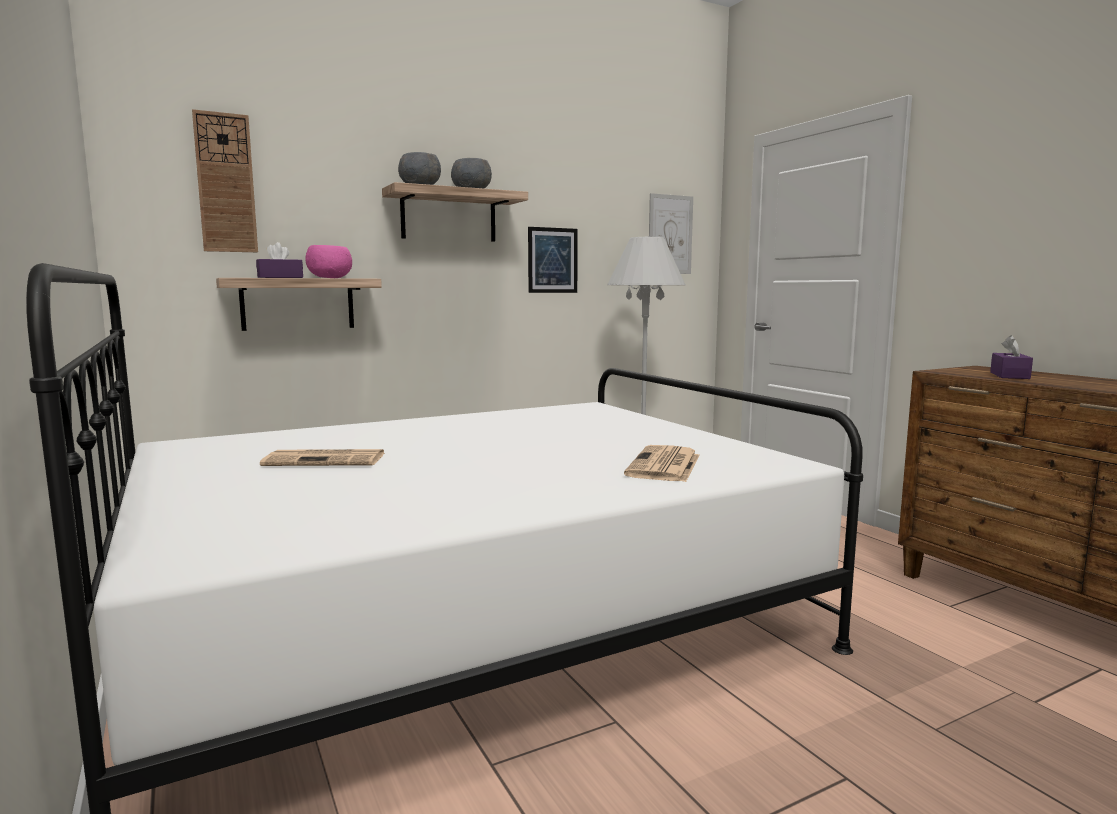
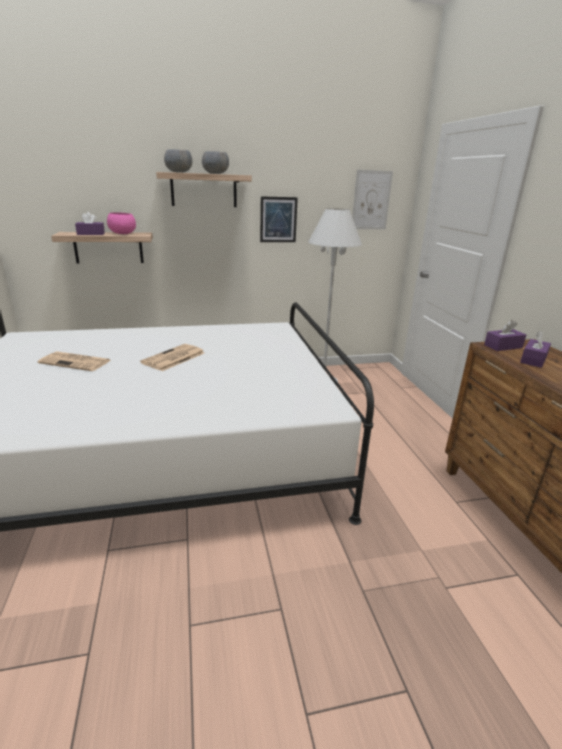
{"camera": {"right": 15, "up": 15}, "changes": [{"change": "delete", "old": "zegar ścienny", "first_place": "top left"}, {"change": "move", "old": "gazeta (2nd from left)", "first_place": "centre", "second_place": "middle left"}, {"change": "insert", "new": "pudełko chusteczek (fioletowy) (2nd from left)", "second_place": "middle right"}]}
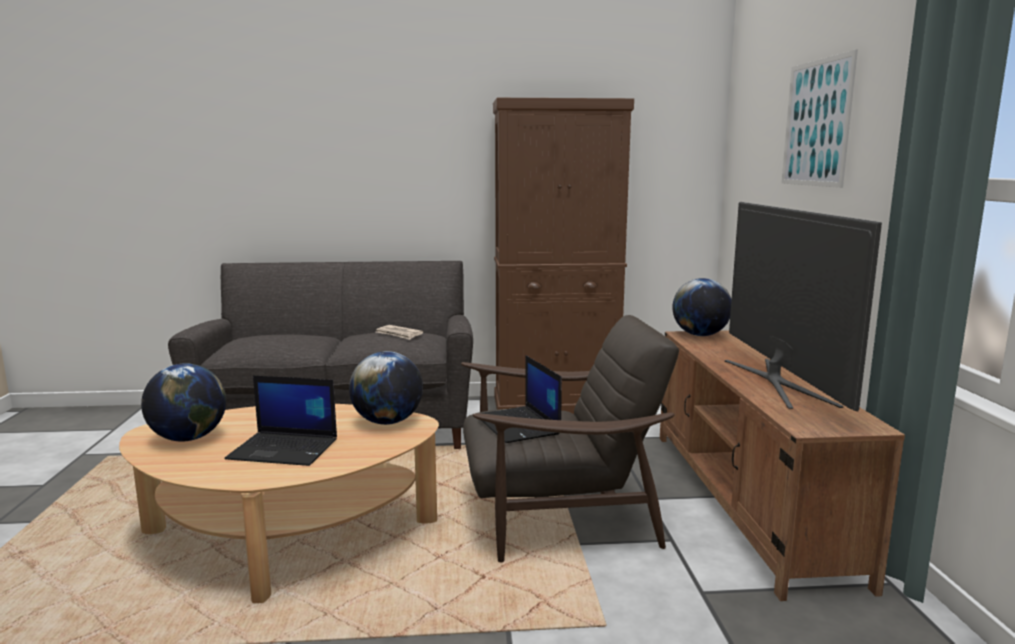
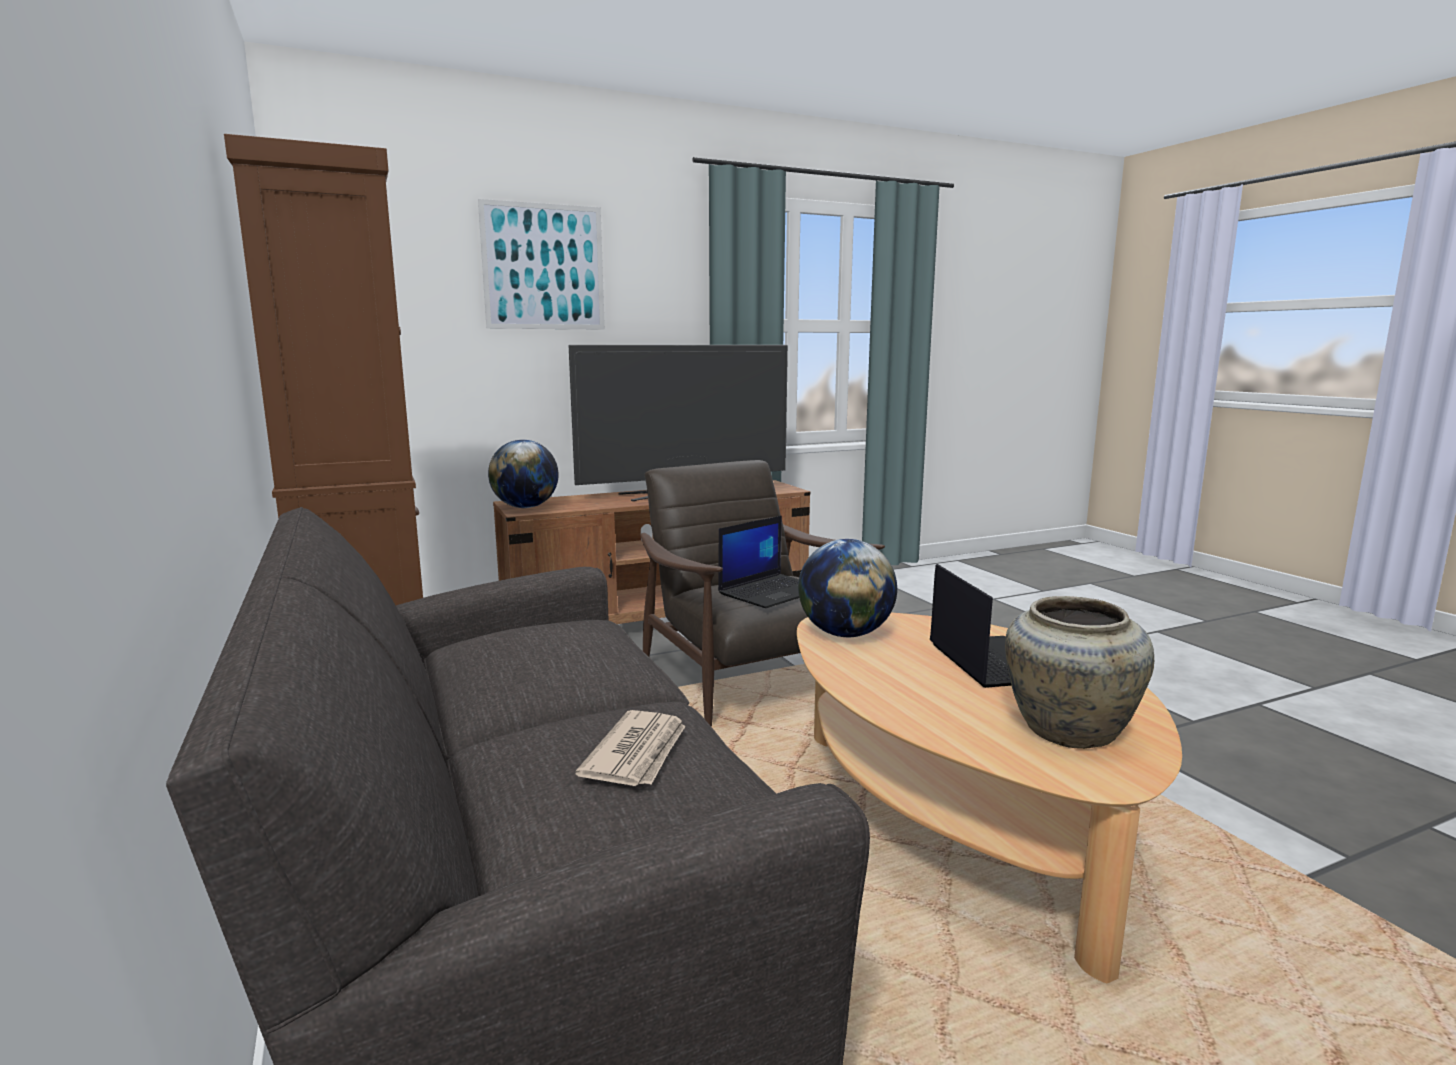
{"camera": {"right": -110, "up": 0}, "changes": [{"change": "replace", "old": "globus (1st from left)", "new": "wazon (beżowy)", "first_place": "middle left", "second_place": "middle right"}, {"change": "move", "old": "gazeta", "first_place": "centre", "second_place": "bottom centre"}]}
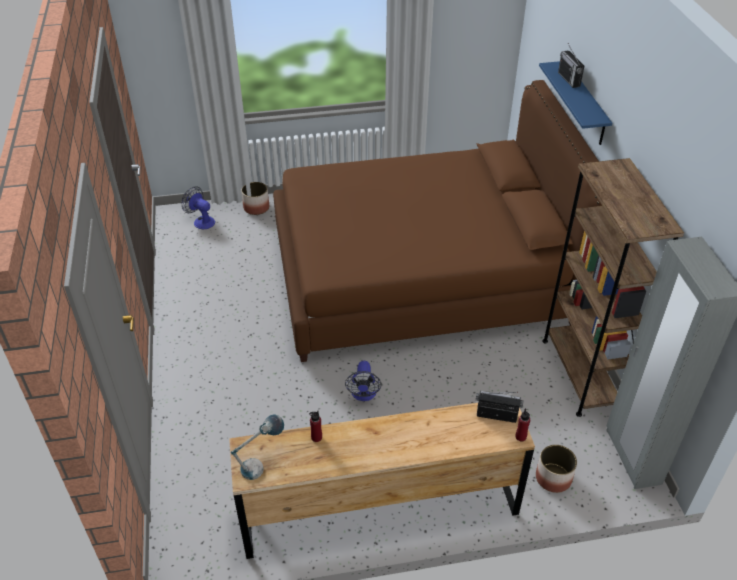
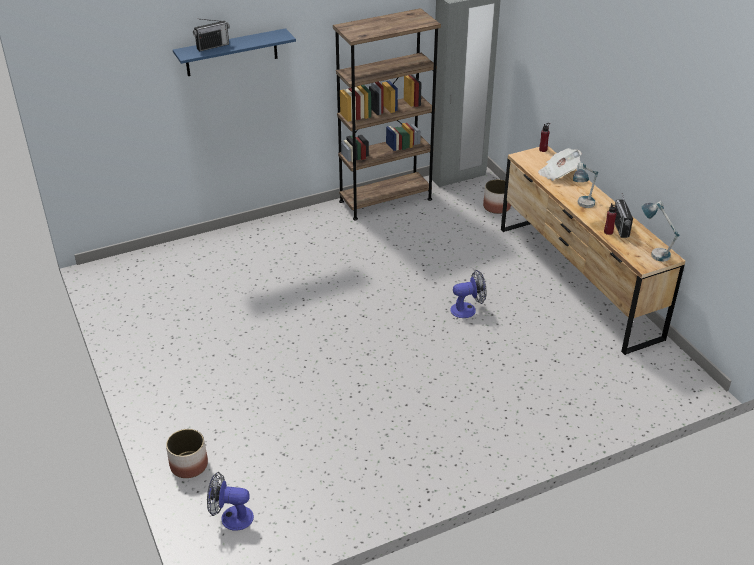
{"camera": {"right": -105, "up": -5}, "changes": [{"change": "rotate", "old": "wentylator (1st from left)", "first_place": "middle left", "second_place": "bottom left", "degrees": 75}, {"change": "delete", "old": "łóżko (brązowy)", "first_place": "centre"}, {"change": "move", "old": "radio (1st from left in the first image)", "new": "radio (2nd from left)", "first_place": "bottom right", "second_place": "middle right"}, {"change": "insert", "new": "gazeta", "second_place": "top right"}, {"change": "insert", "new": "lampa stołowa (1st from left)", "second_place": "top right"}]}
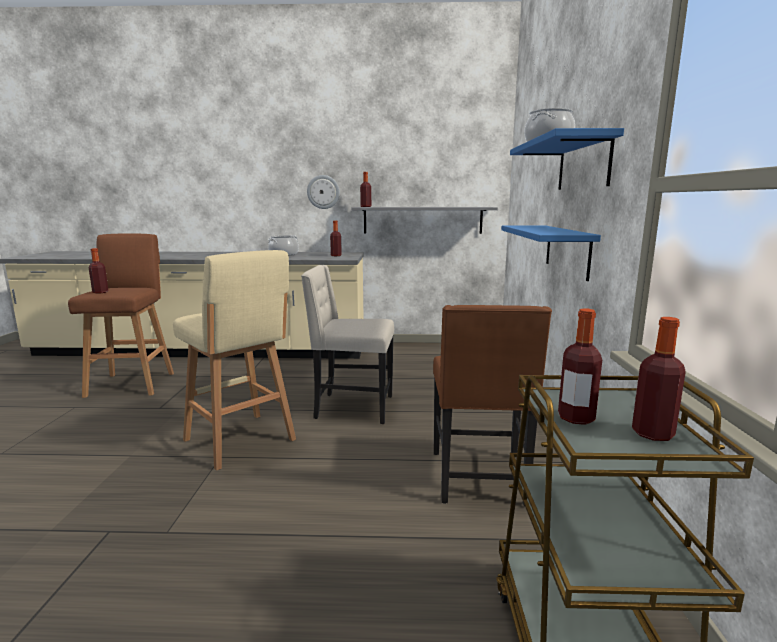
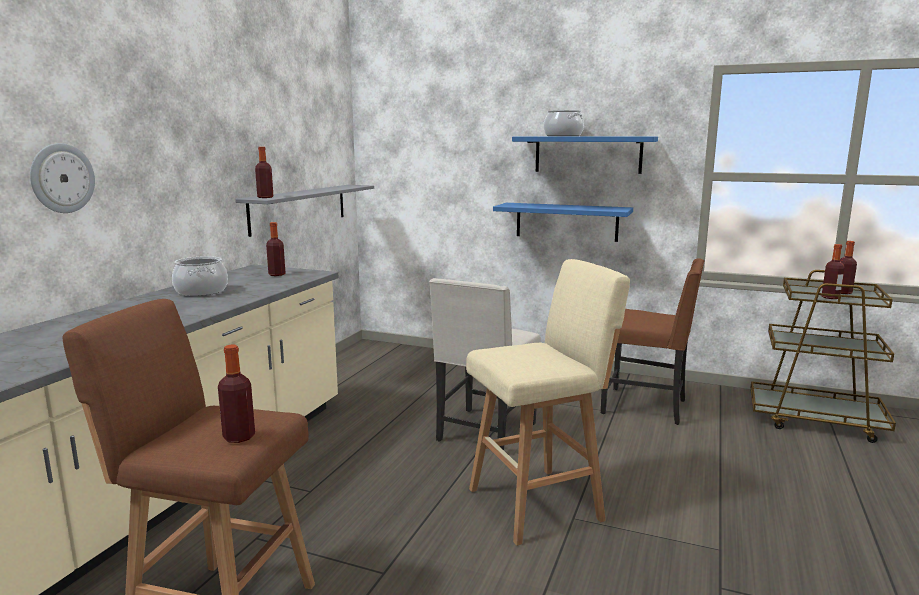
{"camera": {"right": -70, "up": 0}, "changes": [{"change": "move", "old": "zegar ścienny", "first_place": "top centre", "second_place": "top left"}]}
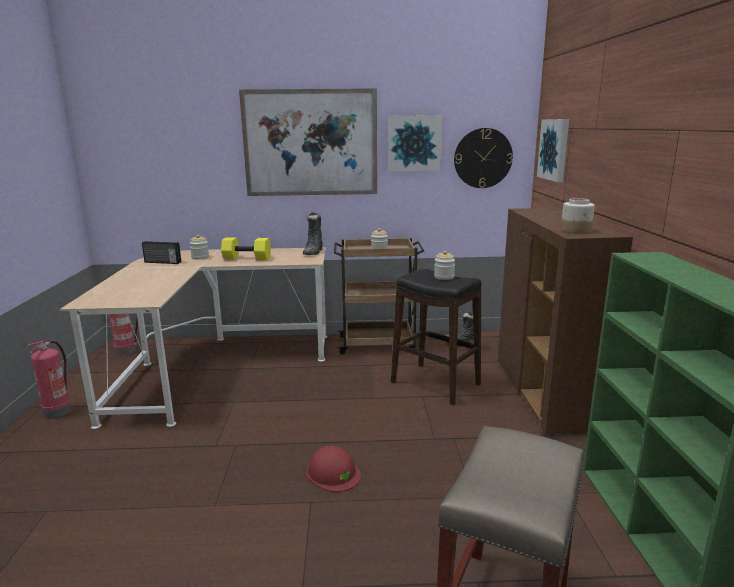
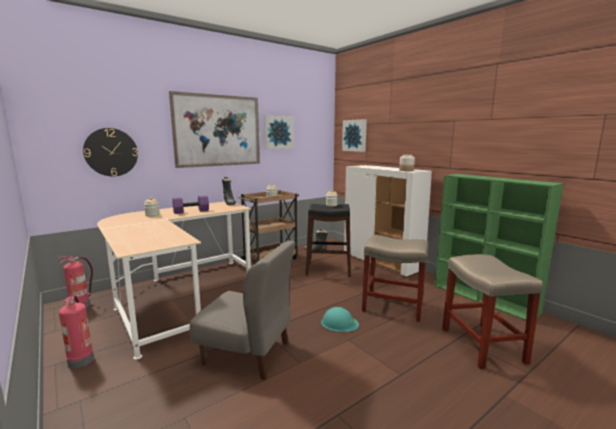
{"camera": {"right": -35, "up": -5}, "changes": [{"change": "delete", "old": "radio", "first_place": "middle left"}, {"change": "recolor", "old": "hantel (żółty)", "new": "hantel (fioletowy)", "first_place": "centre", "second_place": "middle left"}, {"change": "recolor", "old": "kask (czerwony)", "new": "kask (turkusowy)", "first_place": "bottom centre", "second_place": "bottom centre"}, {"change": "move", "old": "zegar ścienny", "first_place": "top centre", "second_place": "middle left"}, {"change": "recolor", "old": "szafka (brązowy)", "new": "szafka (biały)", "first_place": "middle right", "second_place": "centre"}, {"change": "insert", "new": "krzesło (szary)", "second_place": "bottom centre"}, {"change": "insert", "new": "stołek (beżowy) (1st from left)", "second_place": "centre"}]}
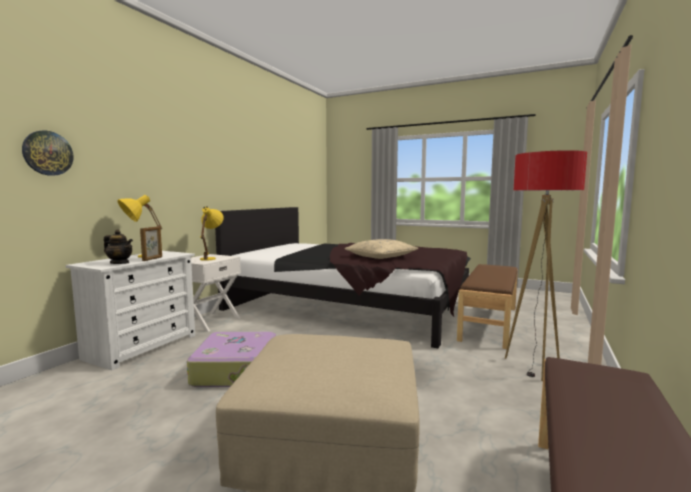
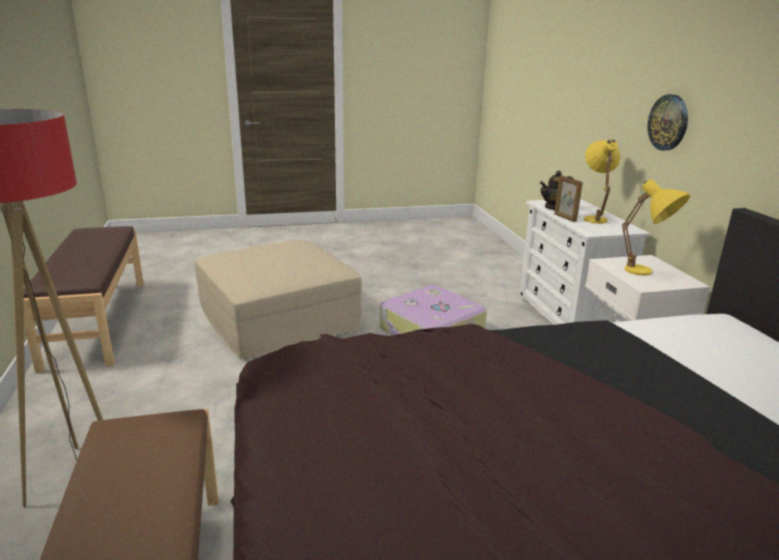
{"camera": {"right": 140, "up": 15}, "changes": [{"change": "move", "old": "zegar ścienny", "first_place": "top left", "second_place": "top right"}, {"change": "delete", "old": "poduszka (beżowy)", "first_place": "centre"}]}
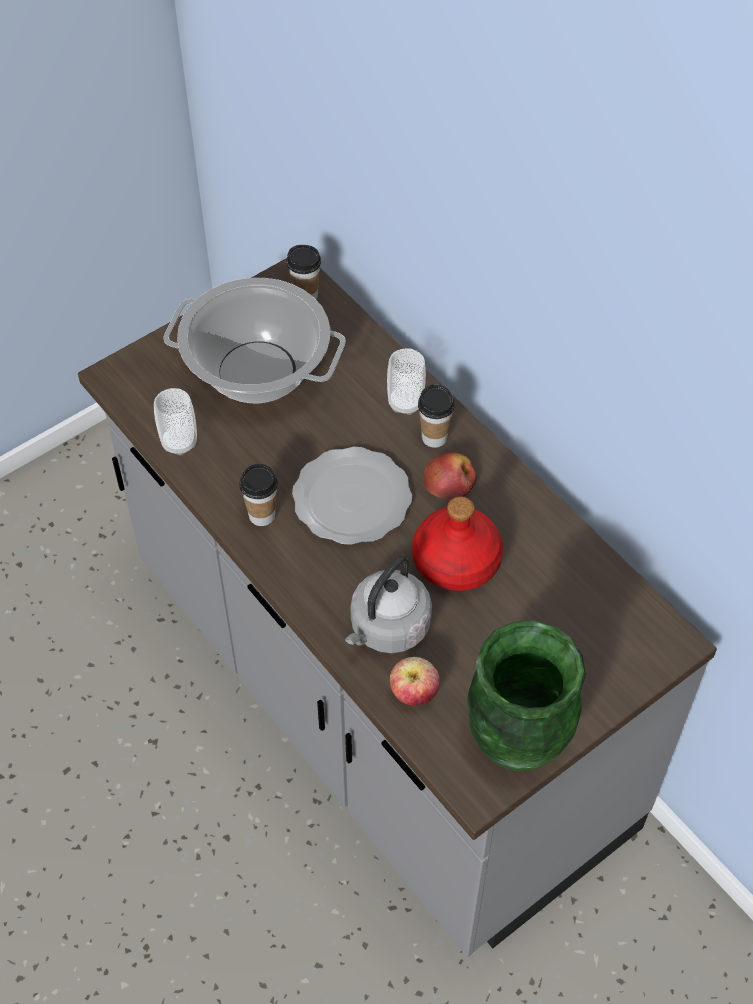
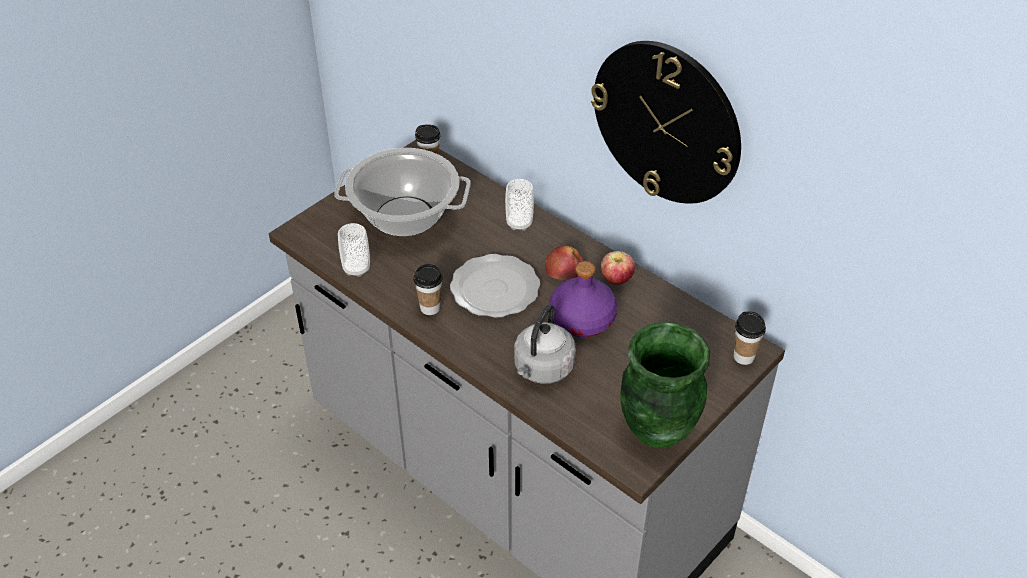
{"camera": {"right": -10, "up": -10}, "changes": [{"change": "move", "old": "jabłko (1st from left in the first image)", "new": "jabłko (2nd from left)", "first_place": "bottom centre", "second_place": "centre"}, {"change": "recolor", "old": "butelka (czerwony)", "new": "butelka (fioletowy)", "first_place": "centre", "second_place": "centre"}, {"change": "move", "old": "filiżanka (5th from left)", "first_place": "centre", "second_place": "middle right"}, {"change": "insert", "new": "zegar ścienny", "second_place": "top centre"}]}
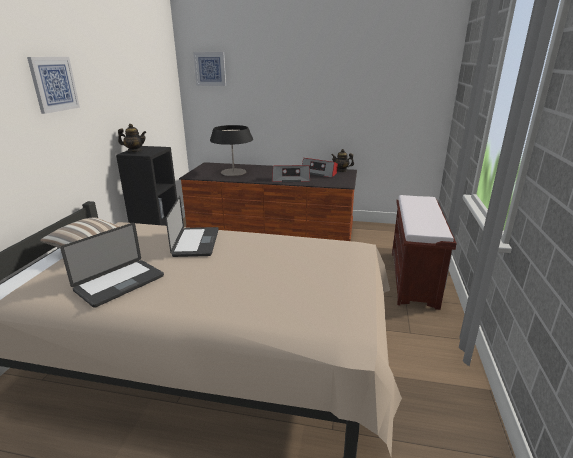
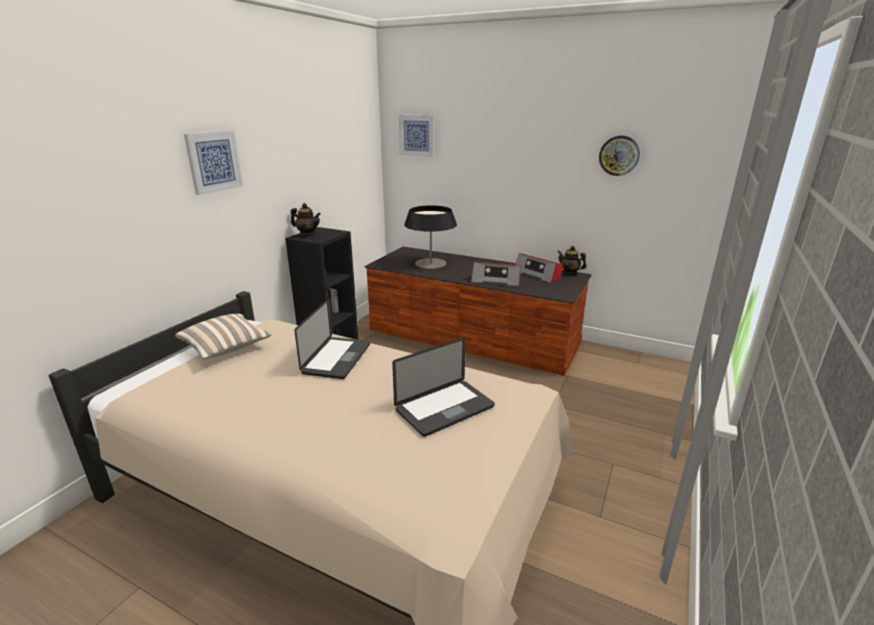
{"camera": {"right": 15, "up": 0}, "changes": [{"change": "move", "old": "laptop (1st from left in the first image)", "new": "laptop (2nd from left)", "first_place": "middle left", "second_place": "centre"}, {"change": "delete", "old": "ławka (brązowy)", "first_place": "middle right"}, {"change": "insert", "new": "zegar ścienny", "second_place": "top right"}]}
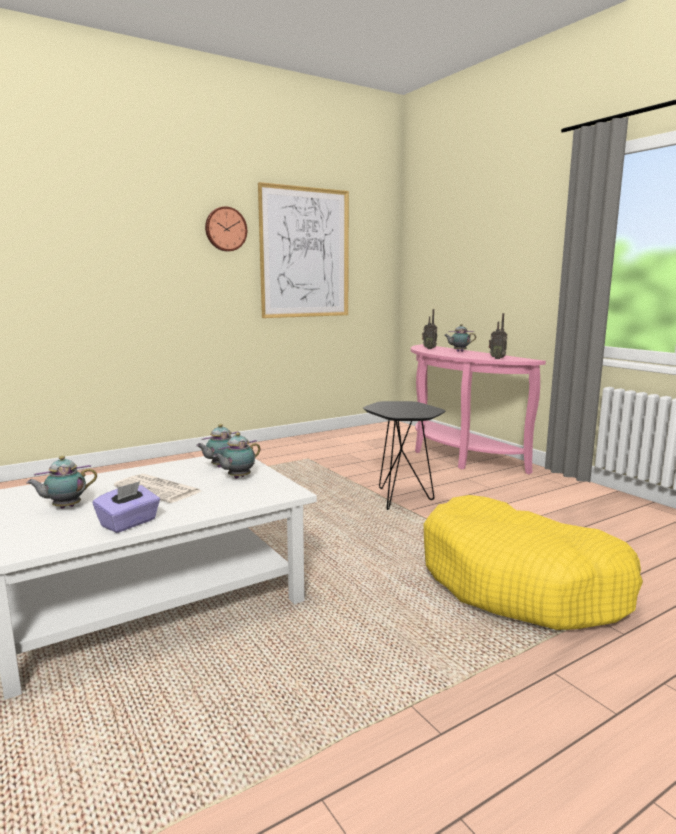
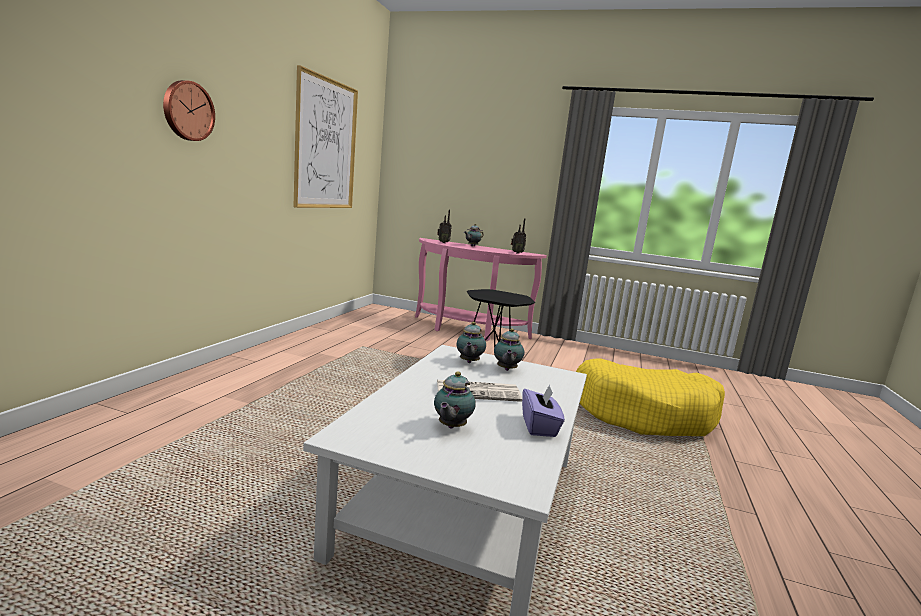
{"camera": {"right": -40, "up": 0}, "changes": [{"change": "move", "old": "zegar ścienny", "first_place": "top centre", "second_place": "top left"}]}
